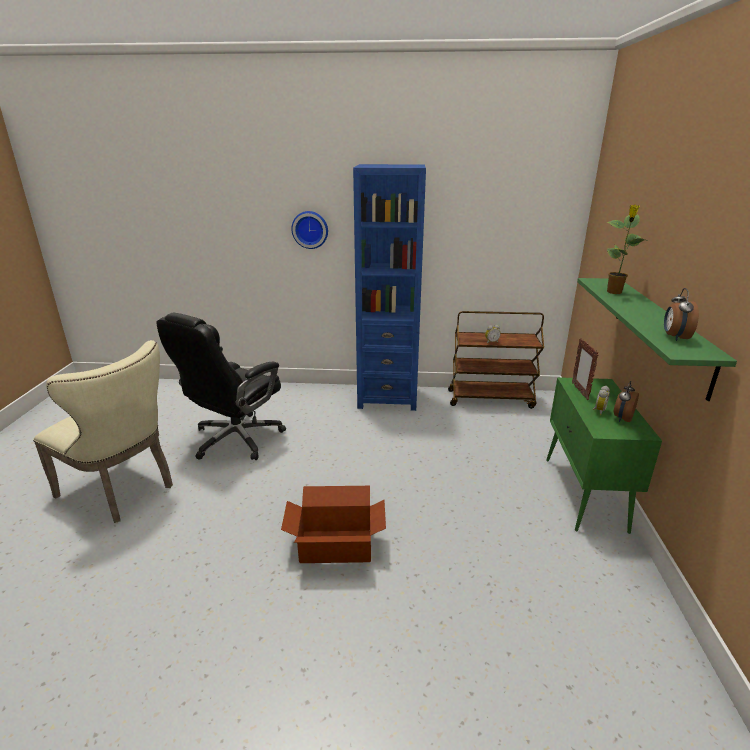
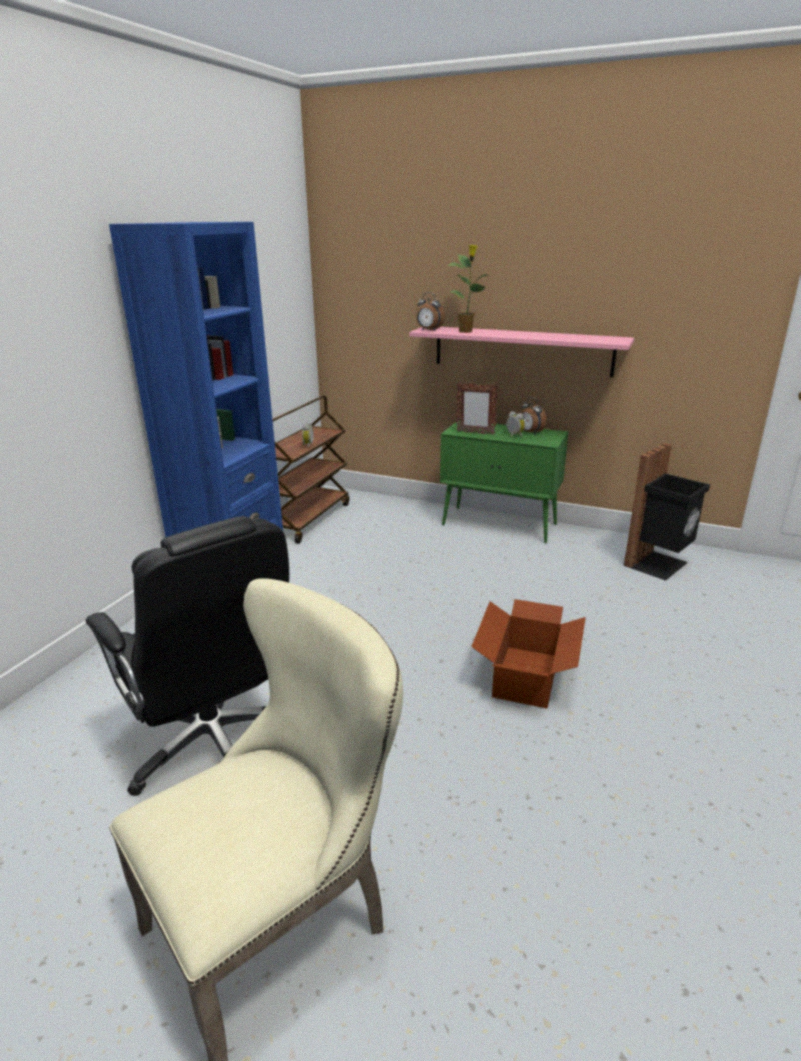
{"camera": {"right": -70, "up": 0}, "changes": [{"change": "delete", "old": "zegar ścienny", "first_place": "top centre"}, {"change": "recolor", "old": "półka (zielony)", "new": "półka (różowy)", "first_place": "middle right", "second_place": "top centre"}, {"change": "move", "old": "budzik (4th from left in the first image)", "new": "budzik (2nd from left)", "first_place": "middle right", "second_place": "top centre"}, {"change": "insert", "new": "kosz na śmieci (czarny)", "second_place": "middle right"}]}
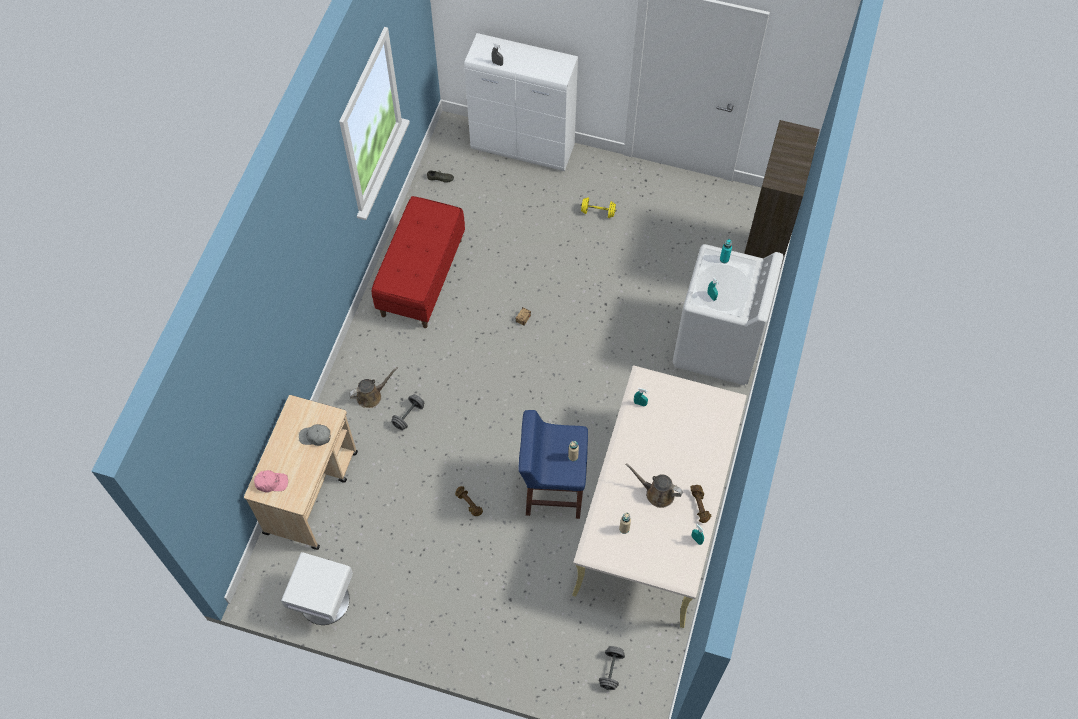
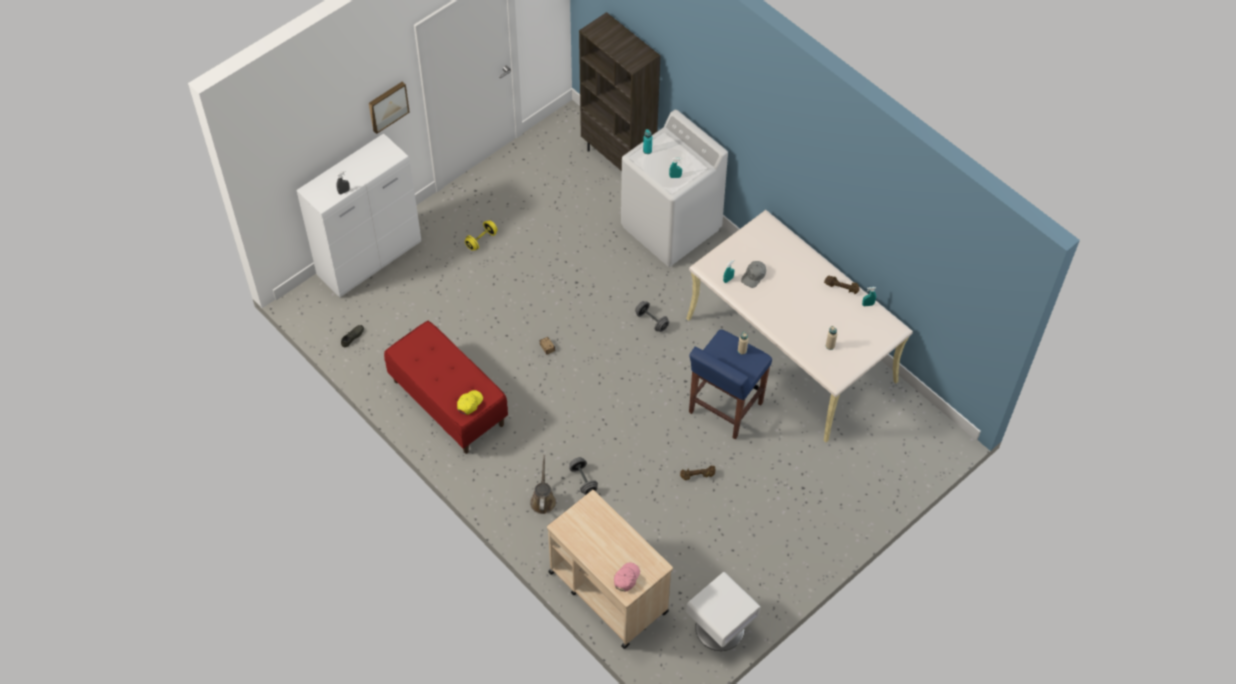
{"camera": {"right": -60, "up": -5}, "changes": [{"change": "move", "old": "czapka z daszkiem (szary)", "first_place": "middle left", "second_place": "centre"}, {"change": "move", "old": "hantel (szary) (2nd from left)", "first_place": "bottom centre", "second_place": "centre"}, {"change": "delete", "old": "konewka (brązowy) (2nd from left)", "first_place": "bottom centre"}, {"change": "insert", "new": "obraz", "second_place": "top left"}, {"change": "insert", "new": "czapka z daszkiem (żółty)", "second_place": "centre"}]}
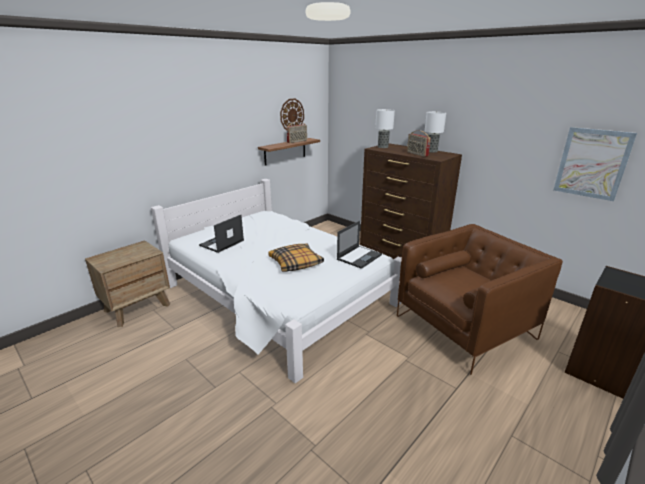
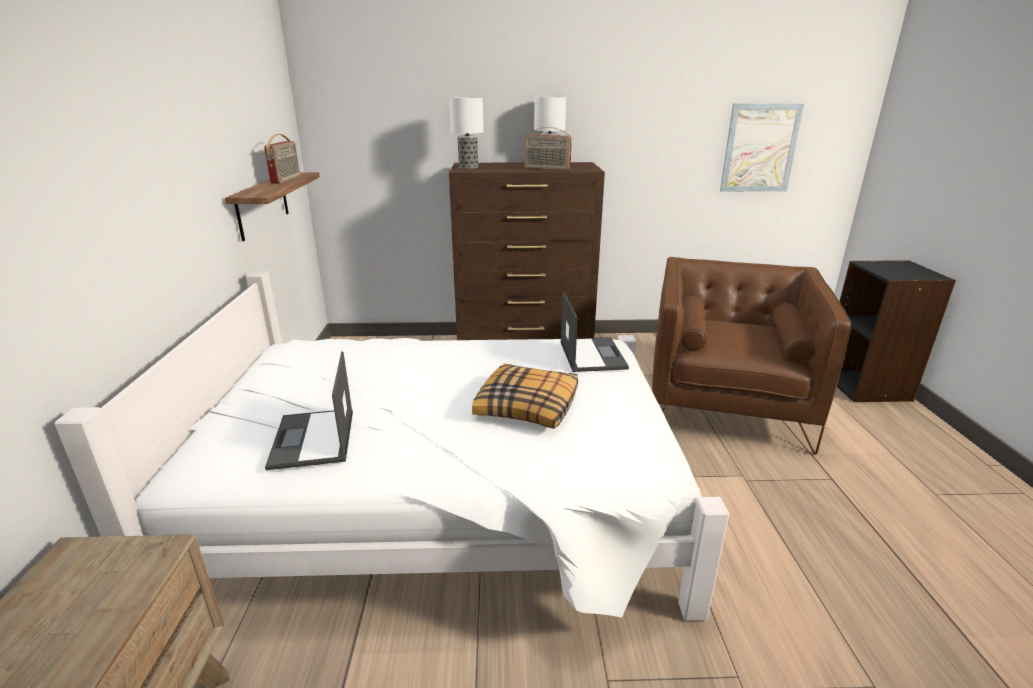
{"camera": {"right": -45, "up": 0}, "changes": [{"change": "delete", "old": "zegar ścienny", "first_place": "top centre"}]}
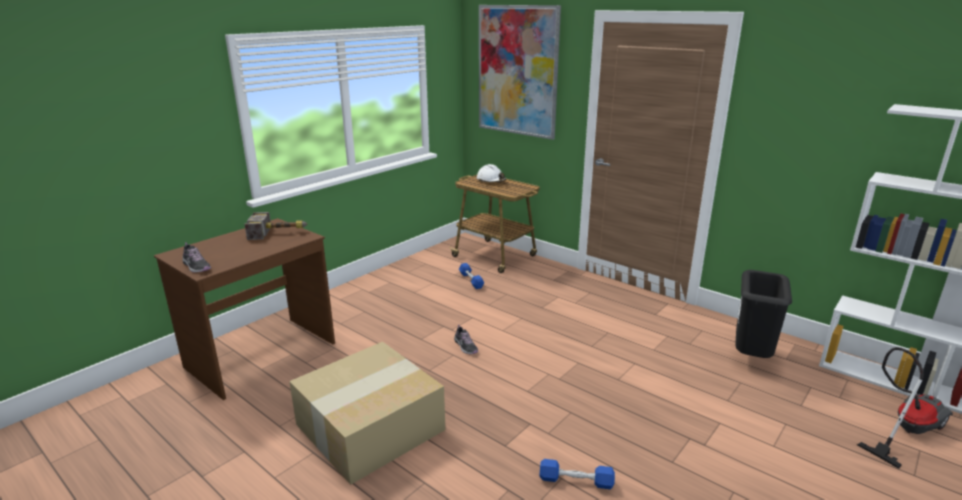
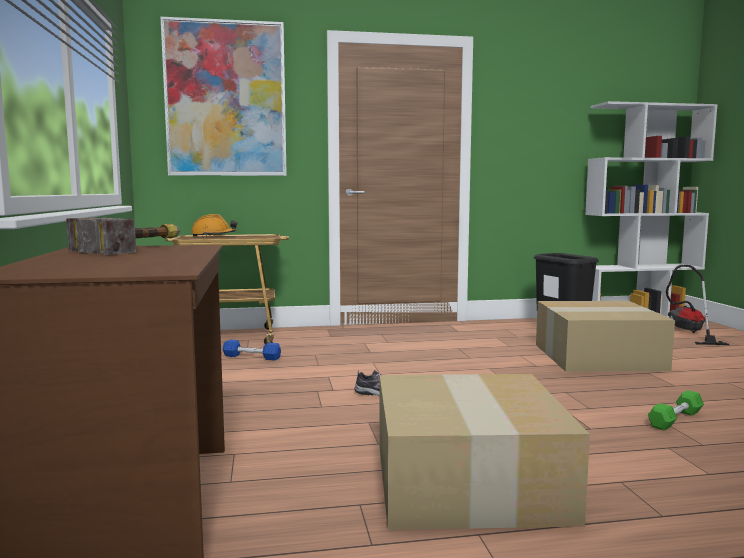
{"camera": {"right": -50, "up": -15}, "changes": [{"change": "delete", "old": "but (1st from left)", "first_place": "middle left"}, {"change": "recolor", "old": "kask (biały)", "new": "kask (pomarańczowy)", "first_place": "centre", "second_place": "middle left"}, {"change": "recolor", "old": "hantel (niebieski) (2nd from left)", "new": "hantel (zielony)", "first_place": "bottom centre", "second_place": "bottom right"}, {"change": "insert", "new": "karton (2nd from left)", "second_place": "middle right"}]}
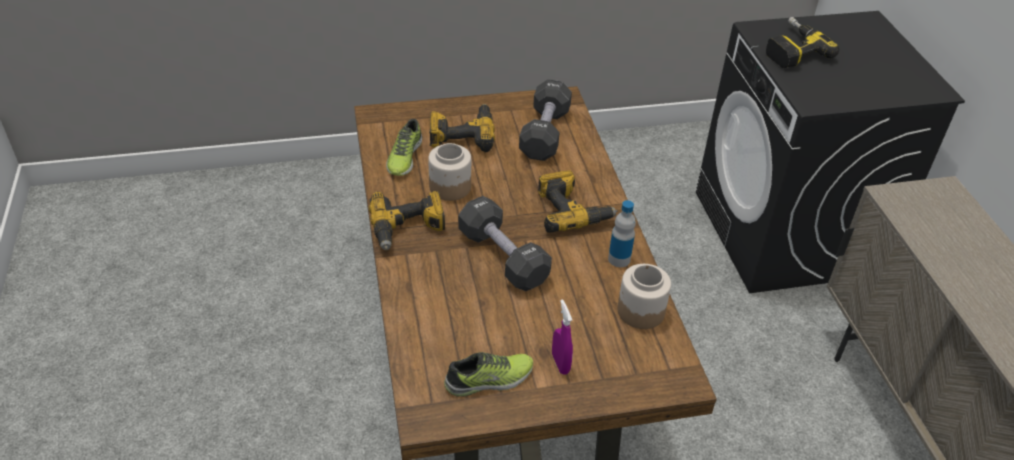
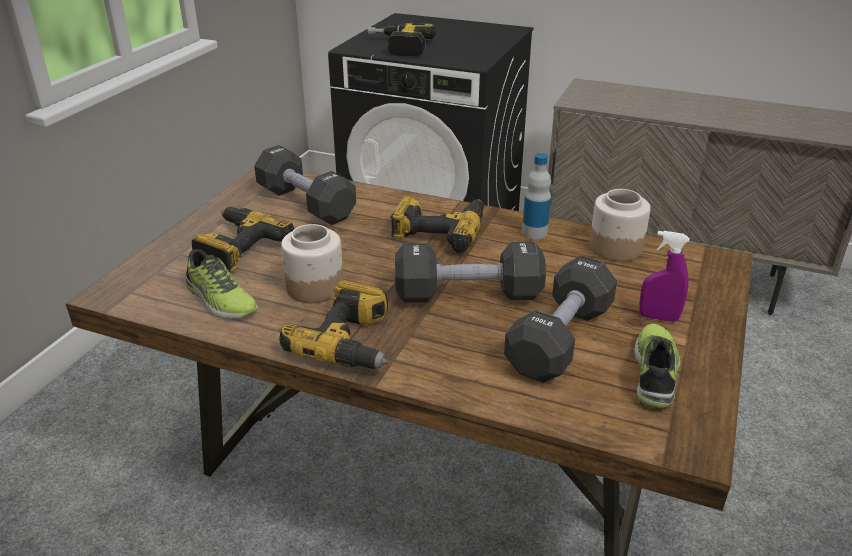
{"camera": {"right": -55, "up": -10}, "changes": [{"change": "insert", "new": "hantel (czarny) (3rd from left)", "second_place": "centre"}]}
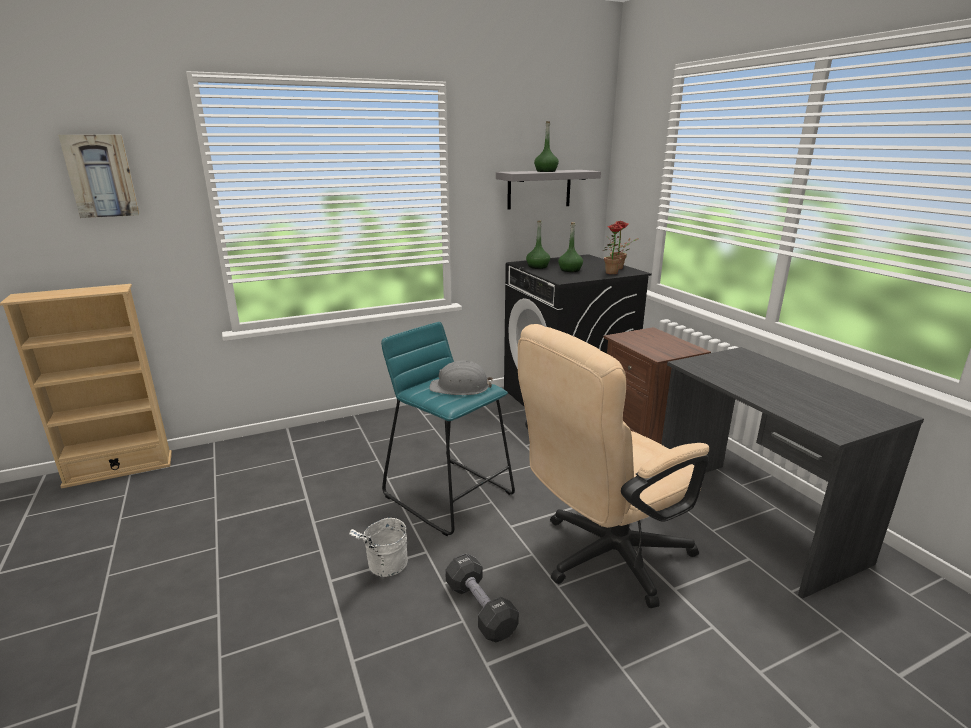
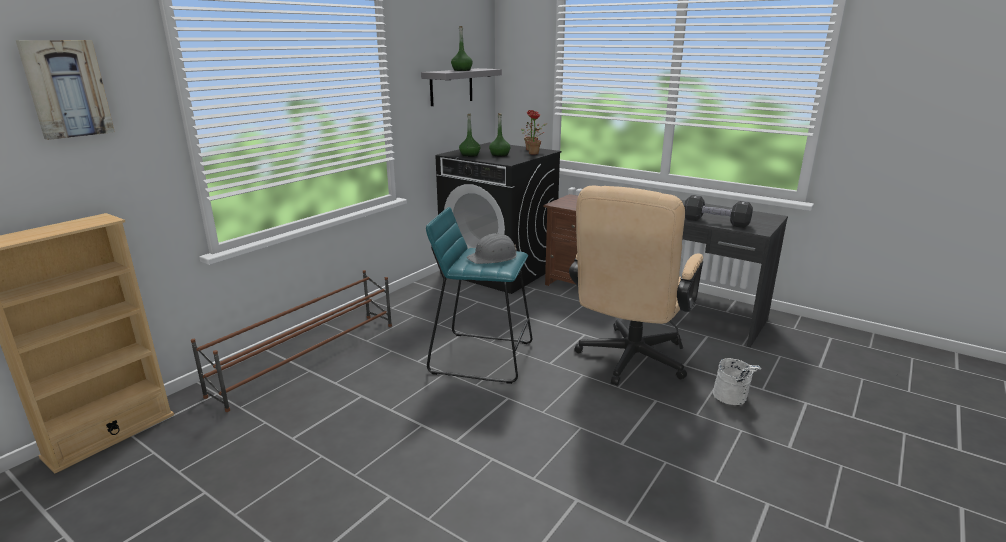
{"camera": {"right": -30, "up": 0}, "changes": [{"change": "move", "old": "wiadro (biały)", "first_place": "bottom centre", "second_place": "bottom right"}, {"change": "move", "old": "hantel (czarny)", "first_place": "bottom centre", "second_place": "middle right"}, {"change": "insert", "new": "regał na buty (brązowy)", "second_place": "middle left"}]}
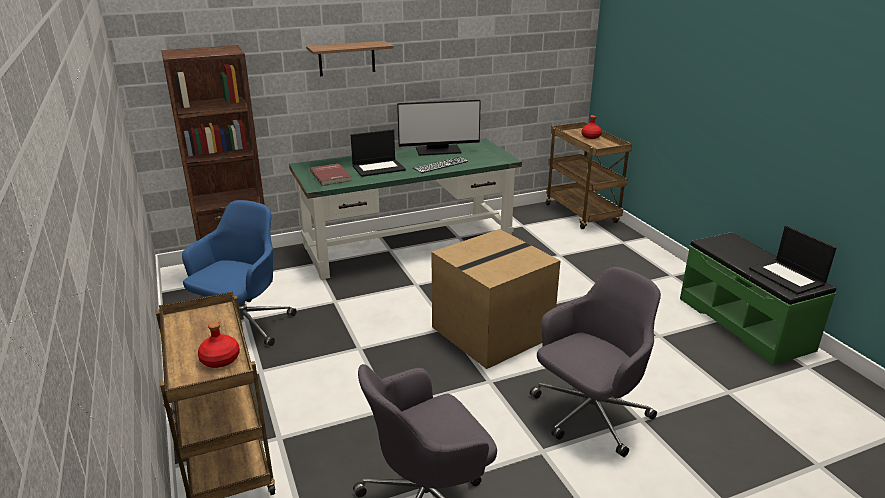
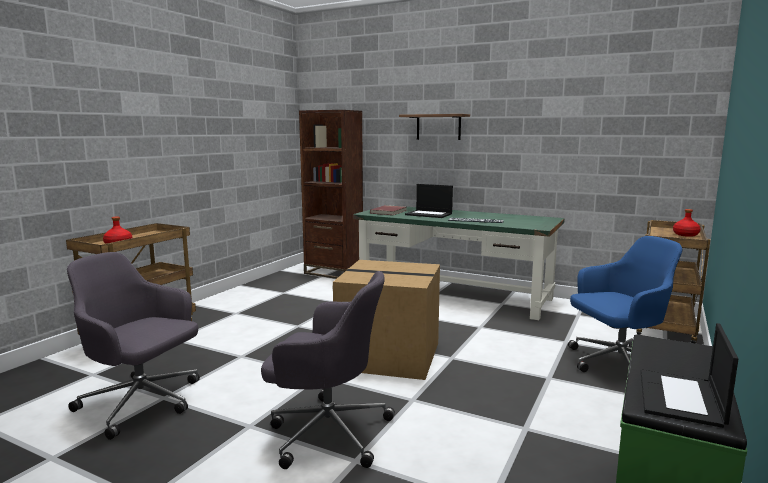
{"camera": {"right": 50, "up": -15}, "changes": [{"change": "move", "old": "krzesło biurowe (niebieski)", "first_place": "middle left", "second_place": "middle right"}, {"change": "delete", "old": "monitor", "first_place": "top centre"}]}
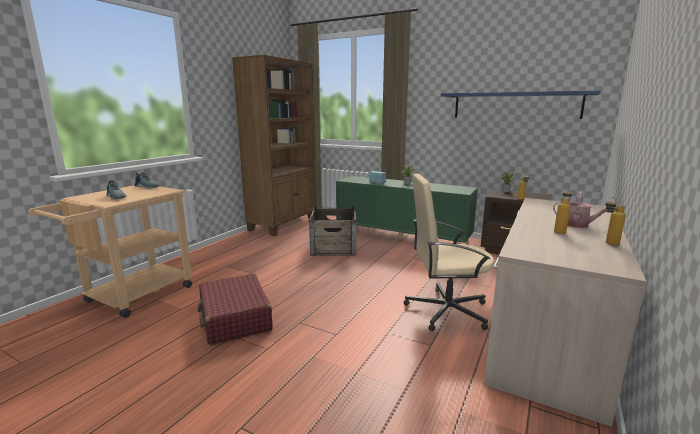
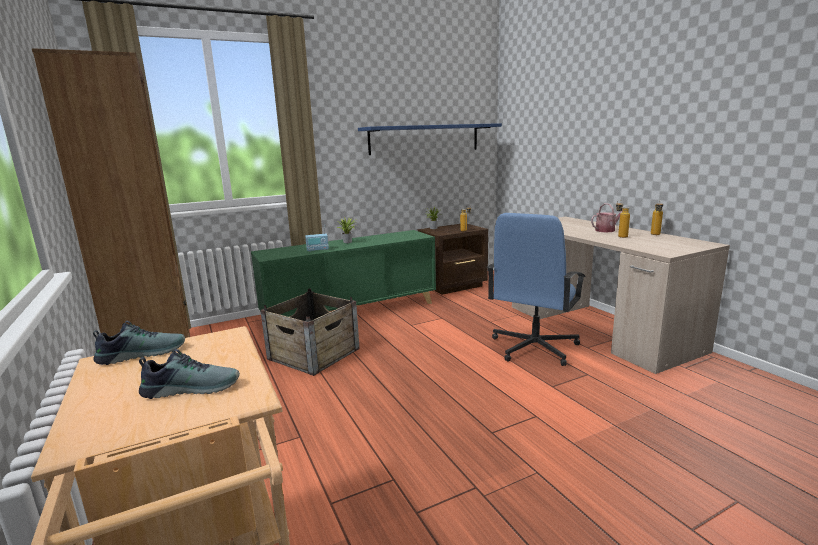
{"camera": {"right": -55, "up": 0}, "changes": [{"change": "delete", "old": "walizka (czerwony)", "first_place": "bottom centre"}, {"change": "recolor", "old": "krzesło biurowe (beżowy)", "new": "krzesło biurowe (niebieski)", "first_place": "centre", "second_place": "centre"}]}
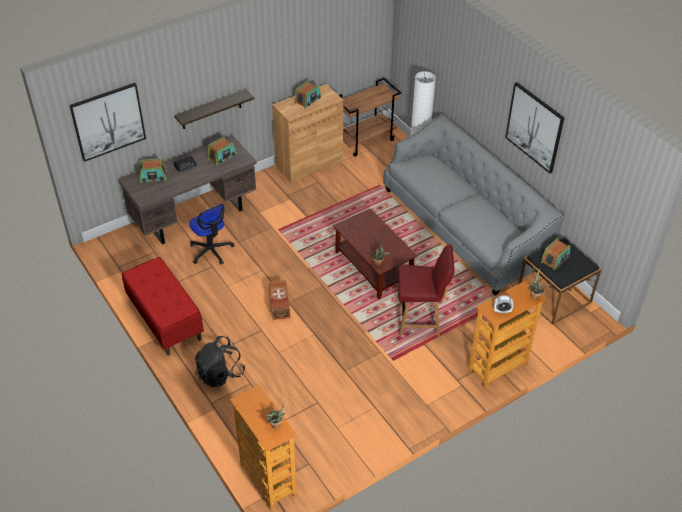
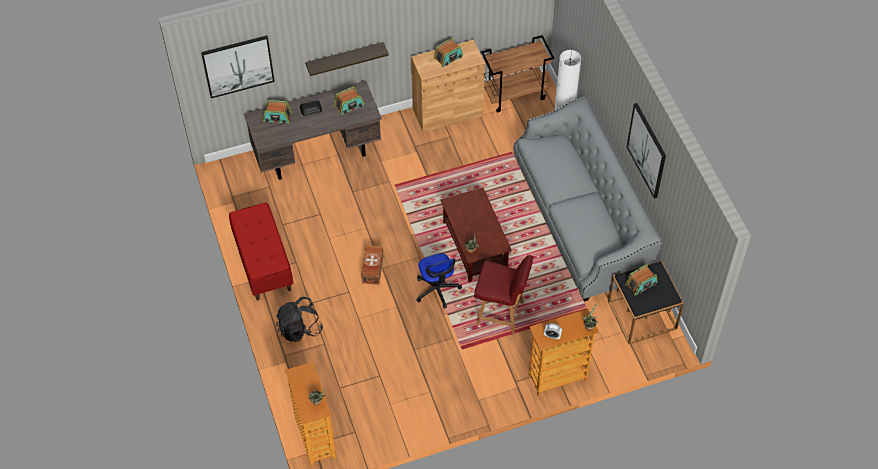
{"camera": {"right": 15, "up": 10}, "changes": [{"change": "move", "old": "krzesło biurowe", "first_place": "middle left", "second_place": "centre"}]}
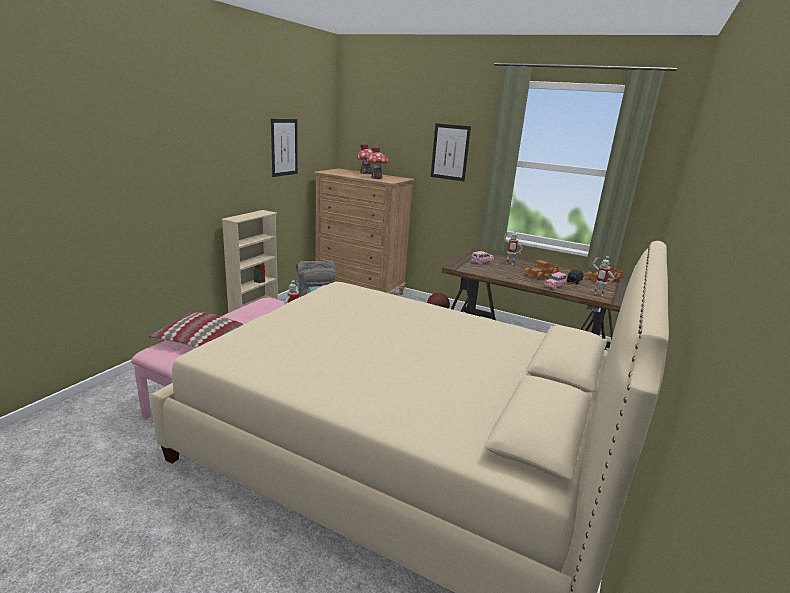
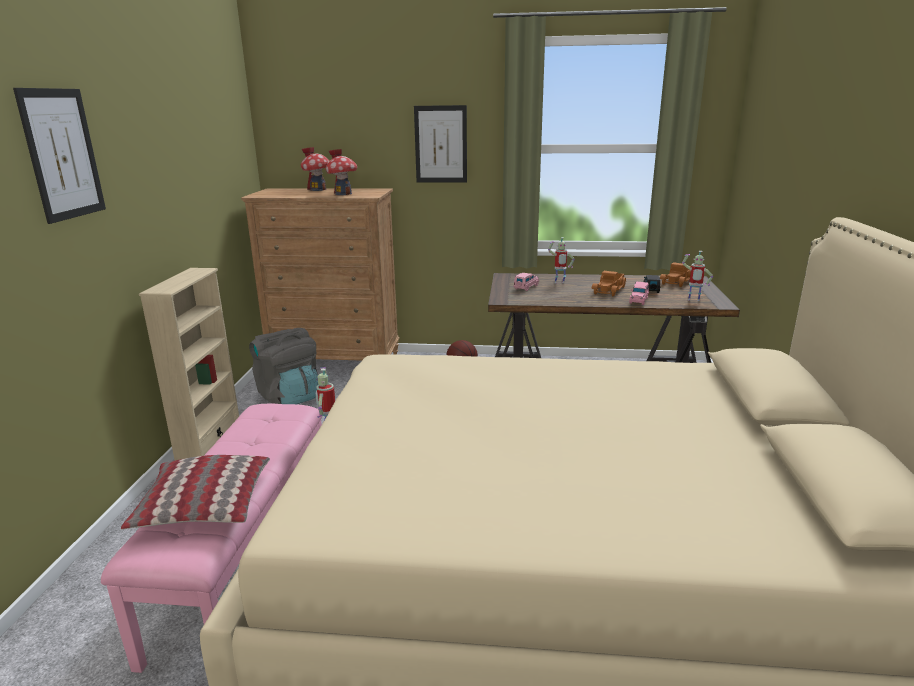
{"camera": {"right": -20, "up": 0}, "changes": [{"change": "move", "old": "obraz (1st from left)", "first_place": "top centre", "second_place": "top left"}]}
